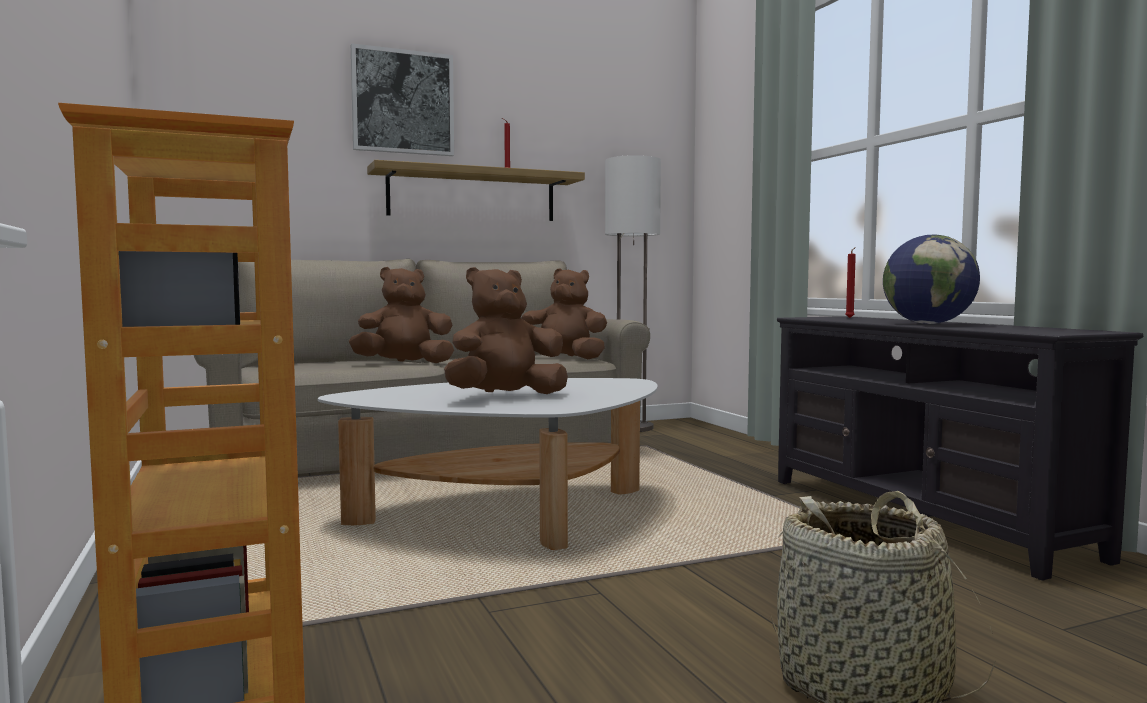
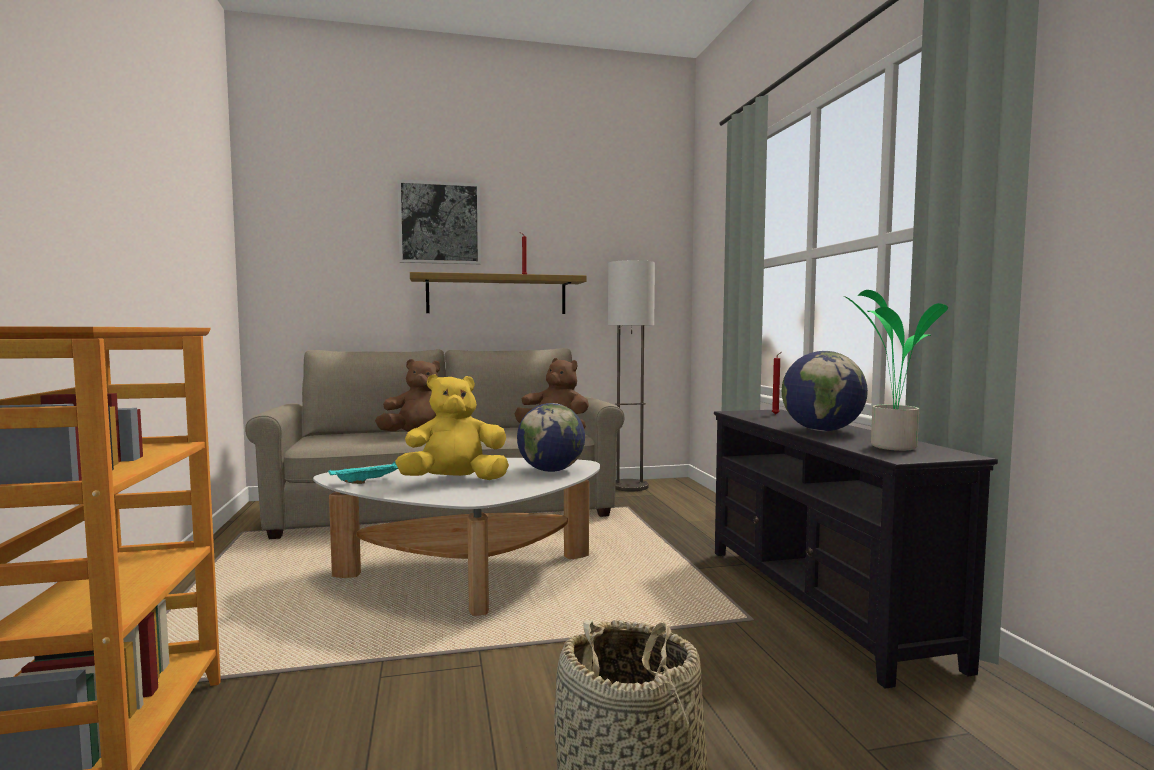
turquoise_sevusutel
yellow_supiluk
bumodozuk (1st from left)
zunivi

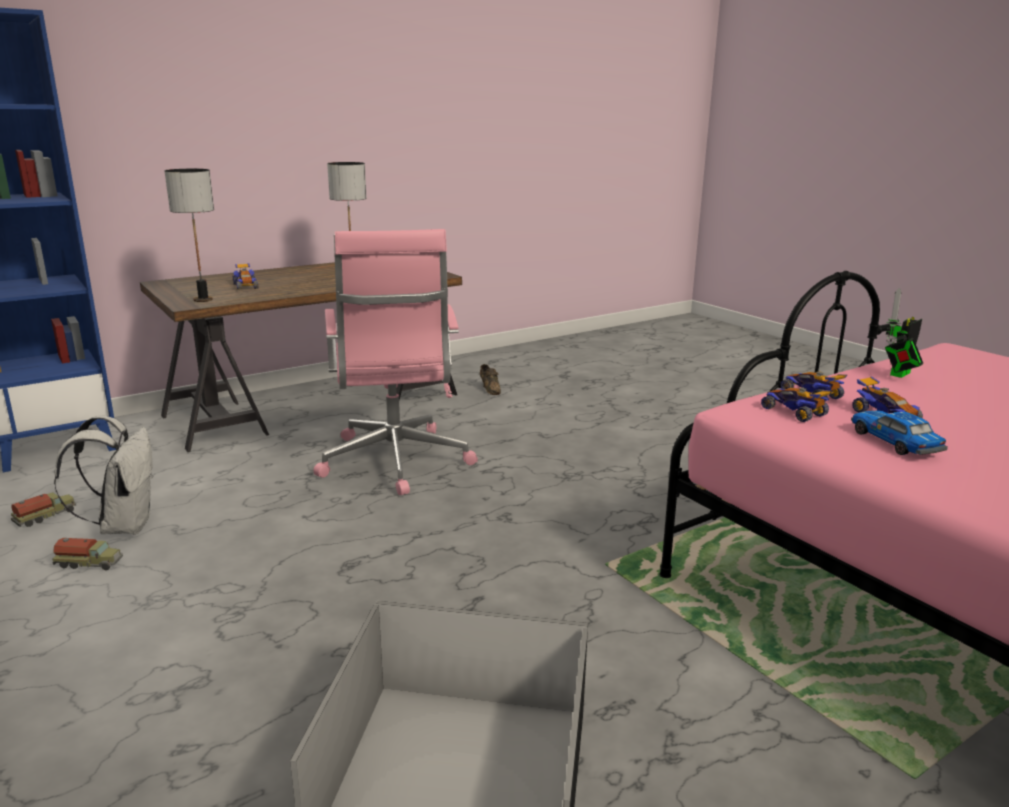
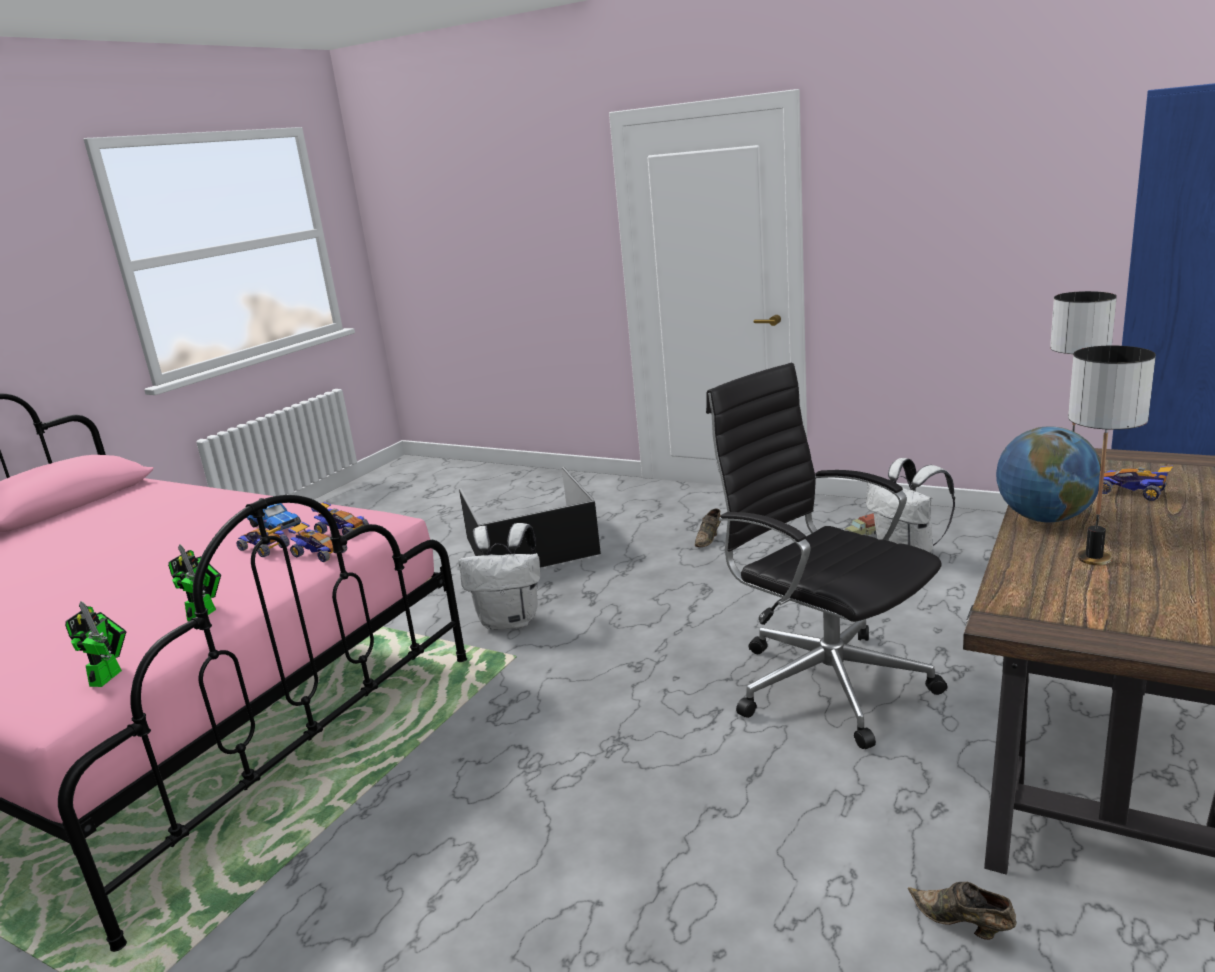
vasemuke (1st from left)
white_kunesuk (1st from left)
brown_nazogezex (1st from left)
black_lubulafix
bumodozuk
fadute (1st from left in the first image)

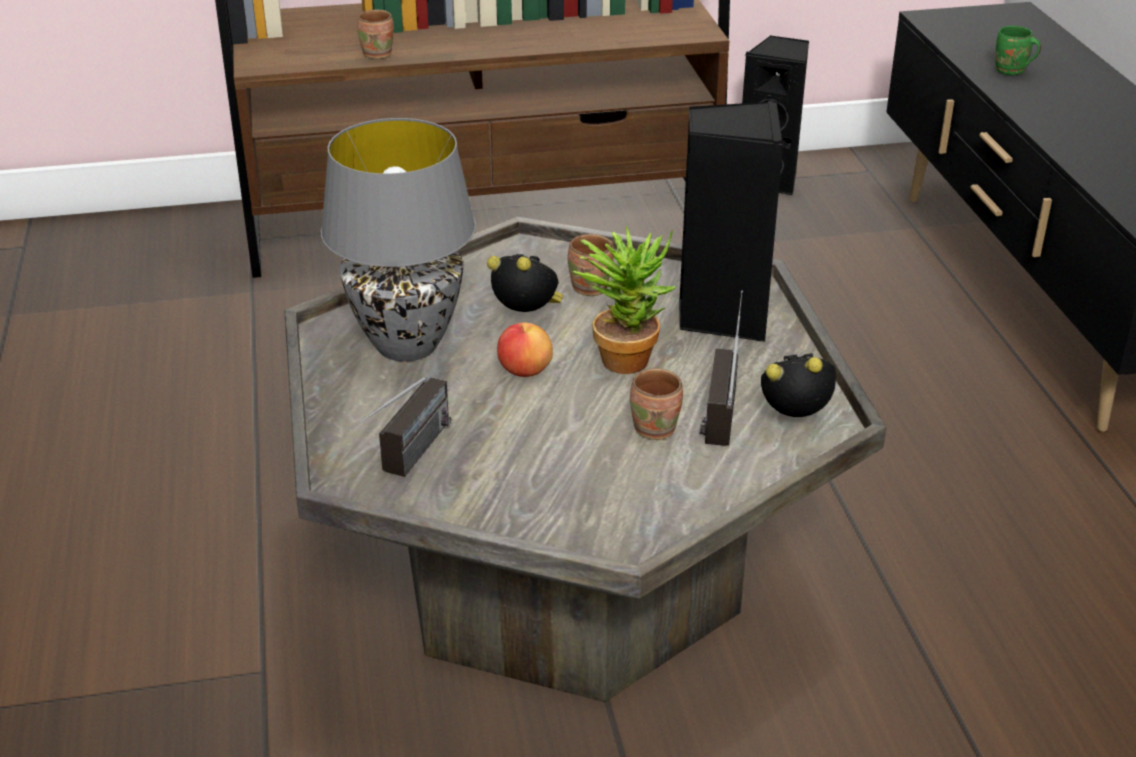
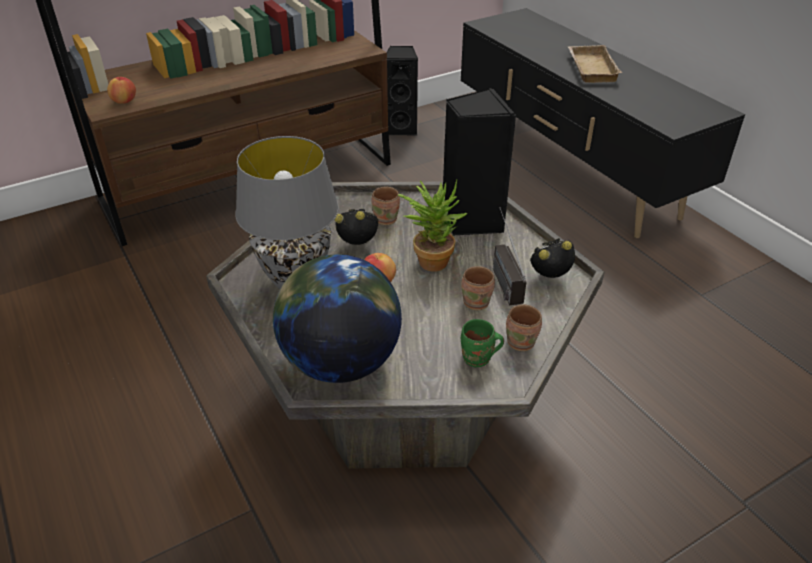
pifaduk (1st from left)
bumodozuk
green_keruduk
brown_keruduk (3rd from left)
beige_sevusutel

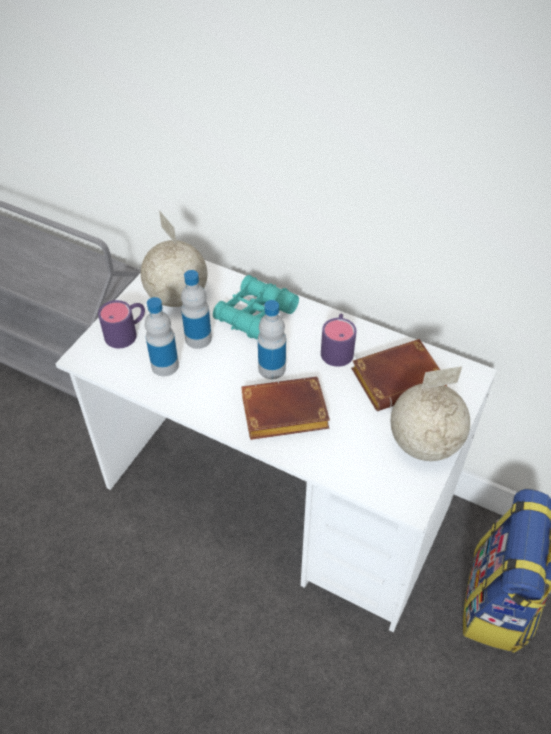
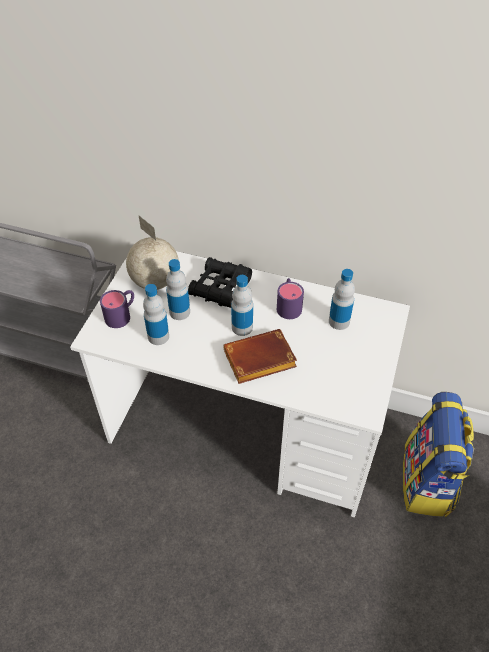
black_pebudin
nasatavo (4th from left)
bumodozuk (2nd from left in the first image)

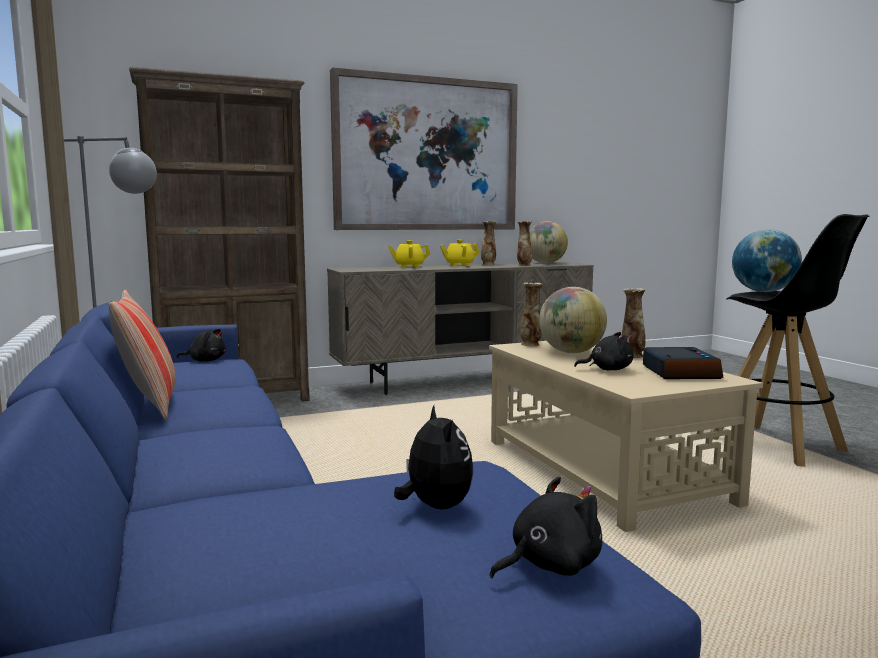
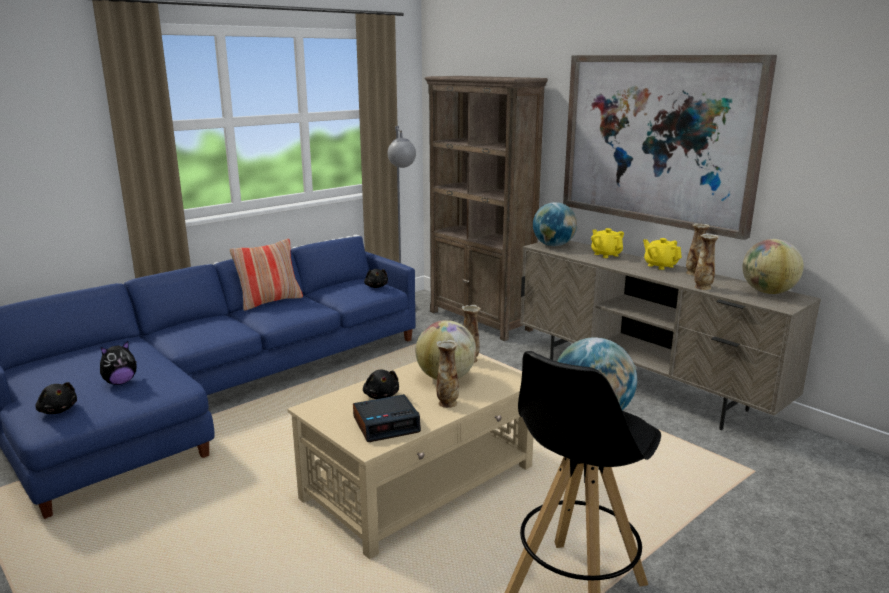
bumodozuk (2nd from left)

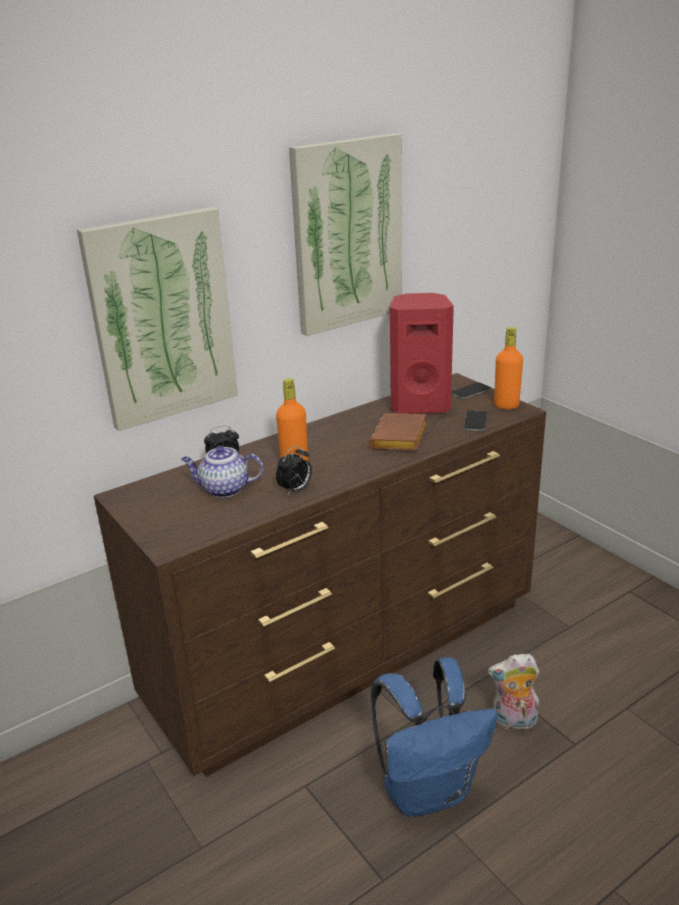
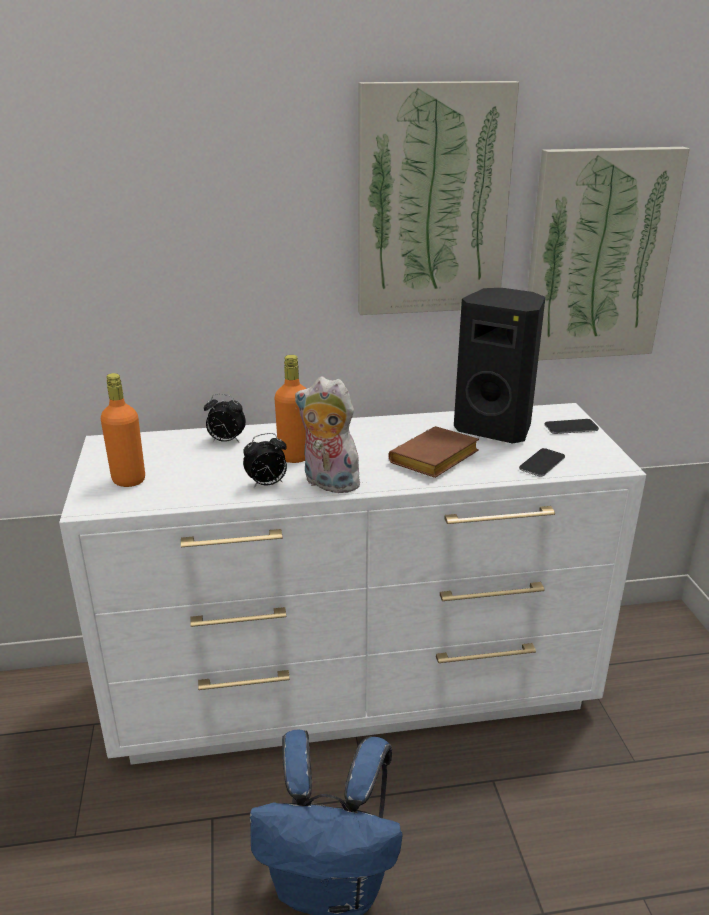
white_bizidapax
orange_nasatavo (1st from left)
supiluk
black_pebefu
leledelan (2nd from left)
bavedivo

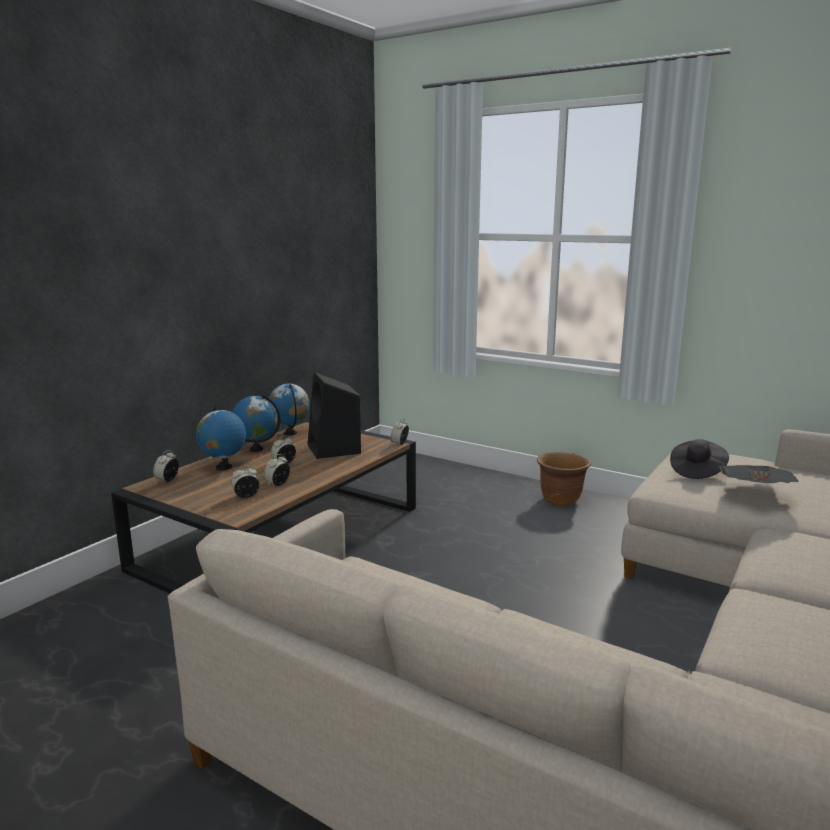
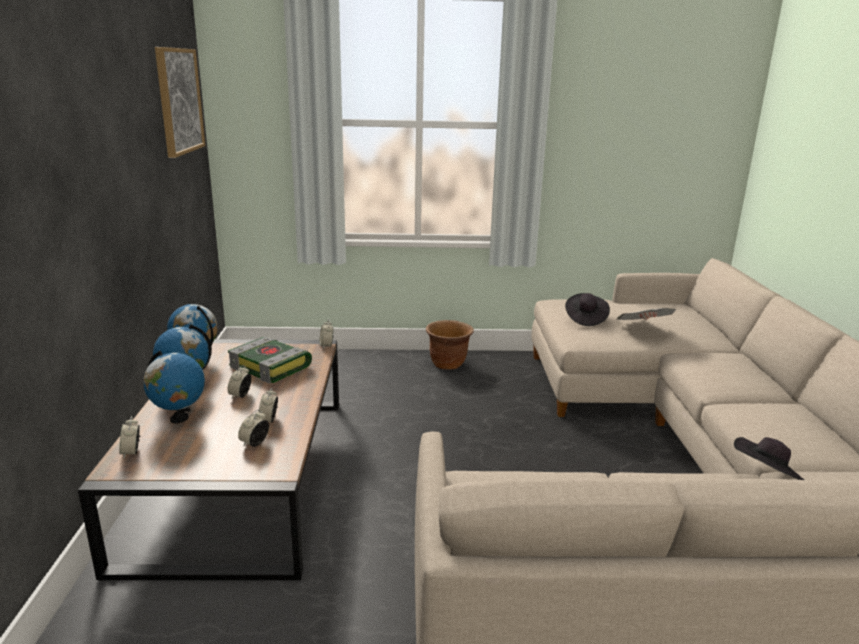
leledelan
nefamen
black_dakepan (2nd from left)

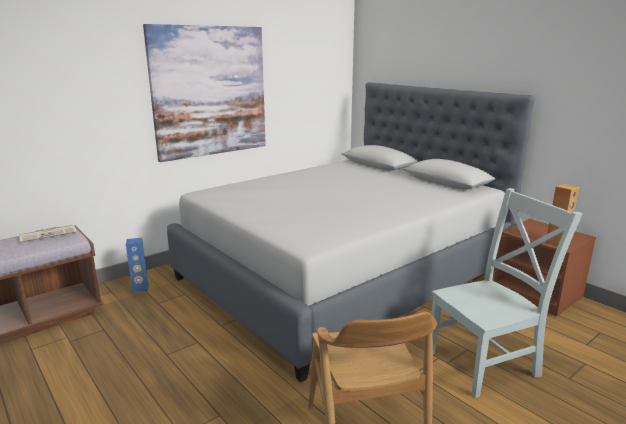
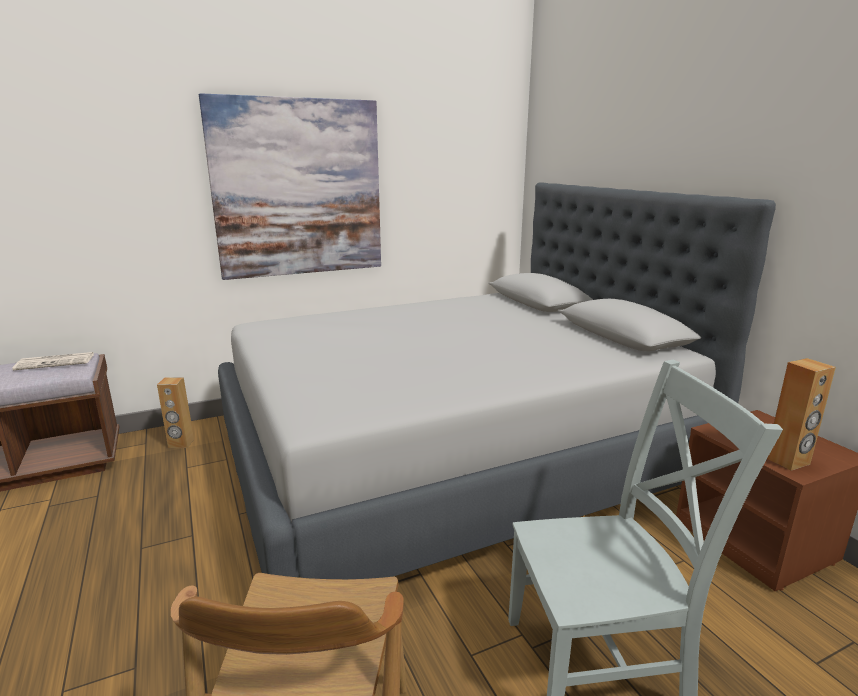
brown_pebefu (1st from left)

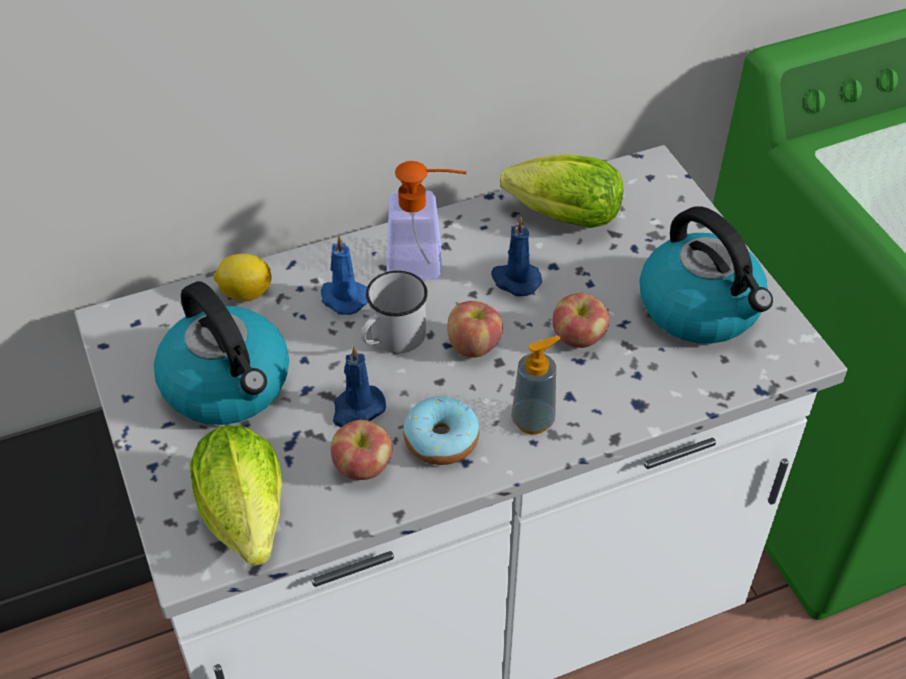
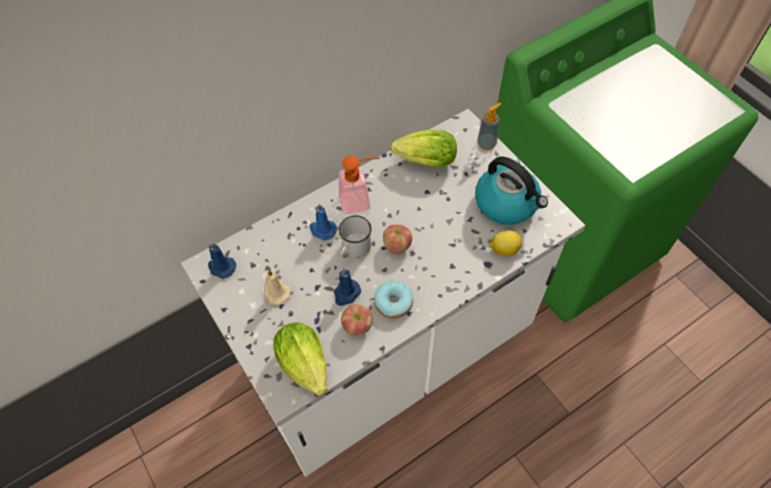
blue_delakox (1st from left)
beige_delakox
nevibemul (2nd from left)
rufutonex
pifaduk (3rd from left in the first image)

